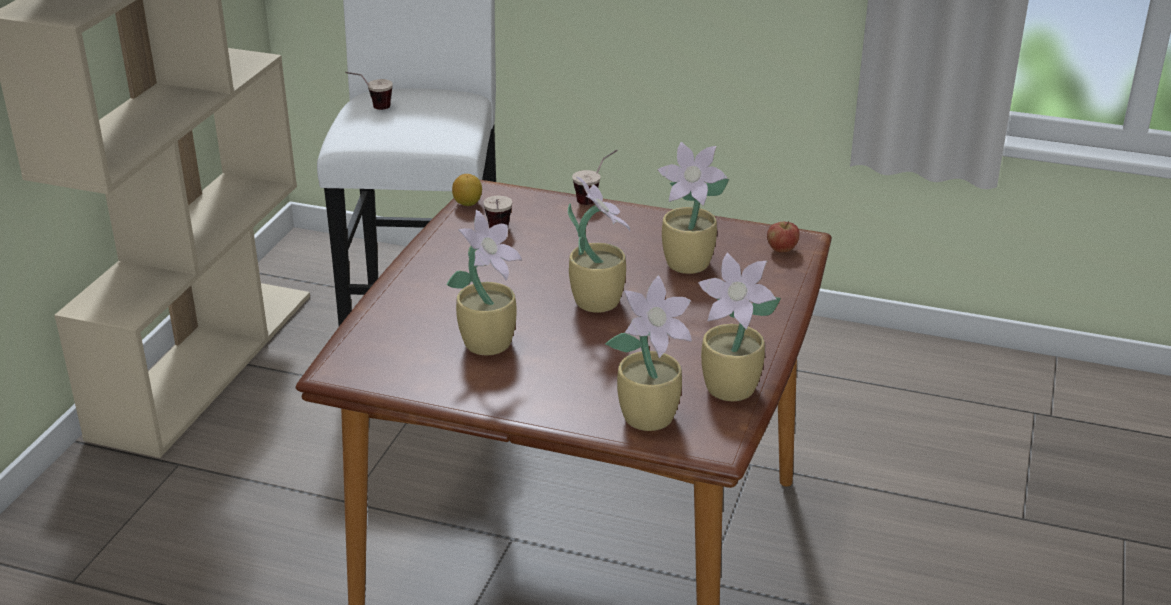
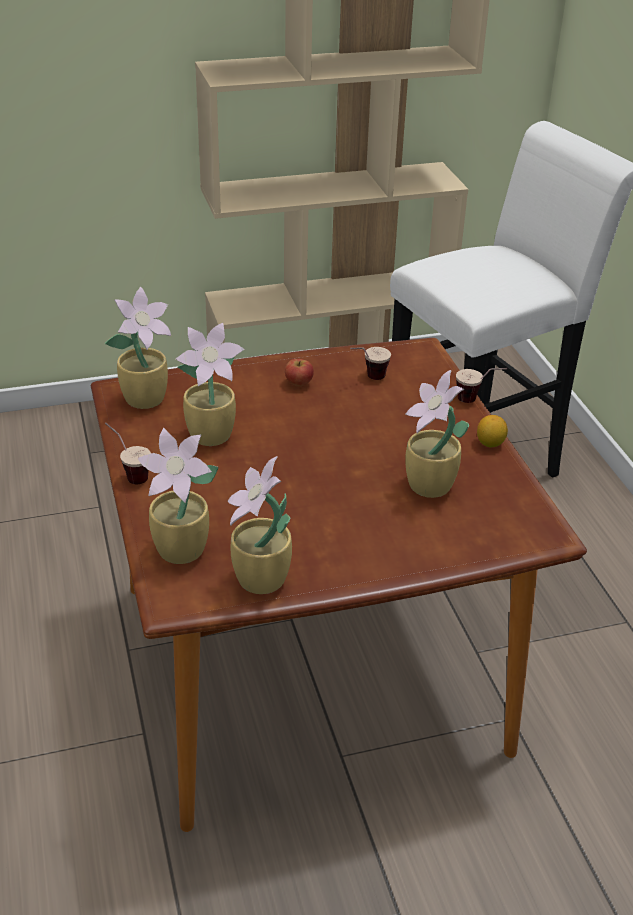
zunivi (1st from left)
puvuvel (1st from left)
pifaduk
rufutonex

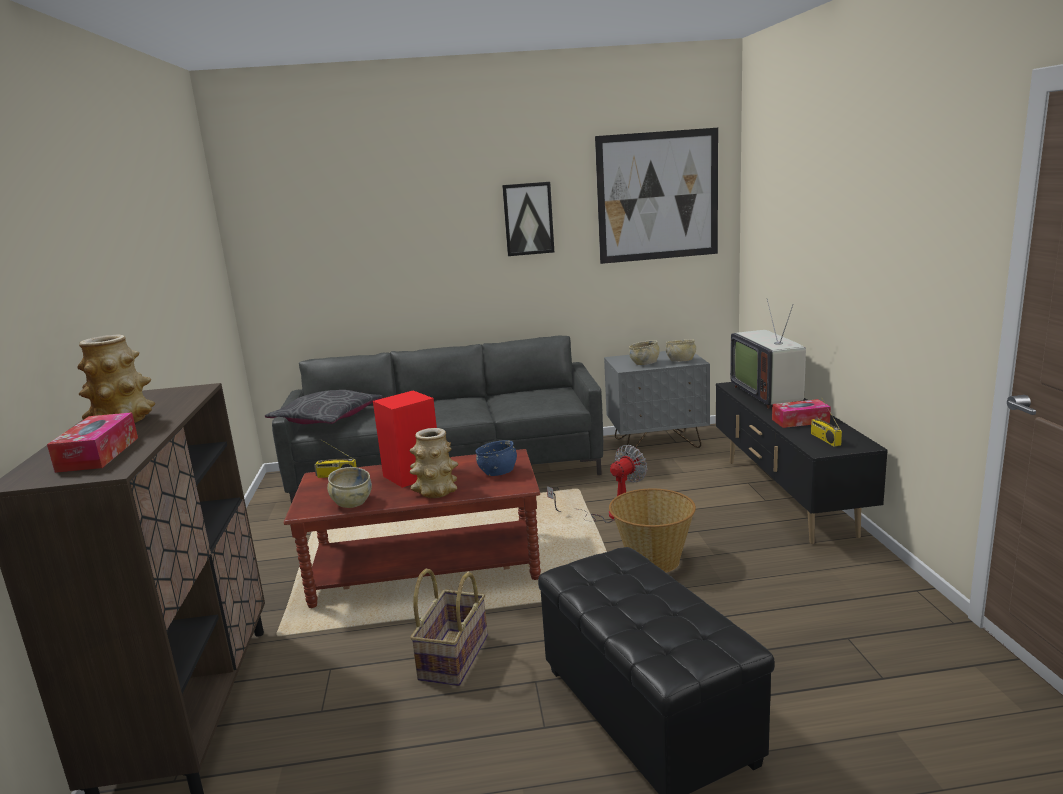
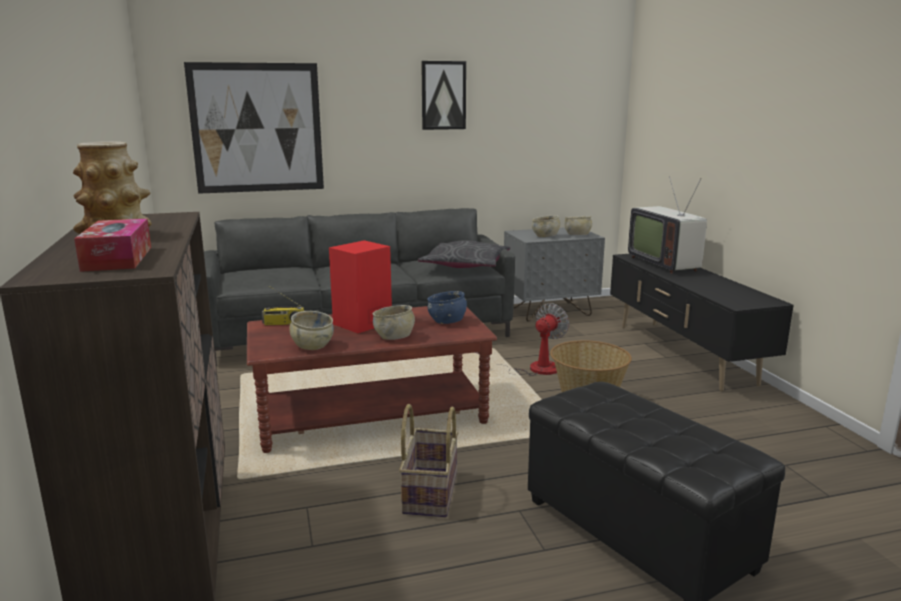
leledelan (1st from left)
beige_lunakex (2nd from left)
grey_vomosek
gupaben (2nd from left in the first image)
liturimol (2nd from left in the first image)

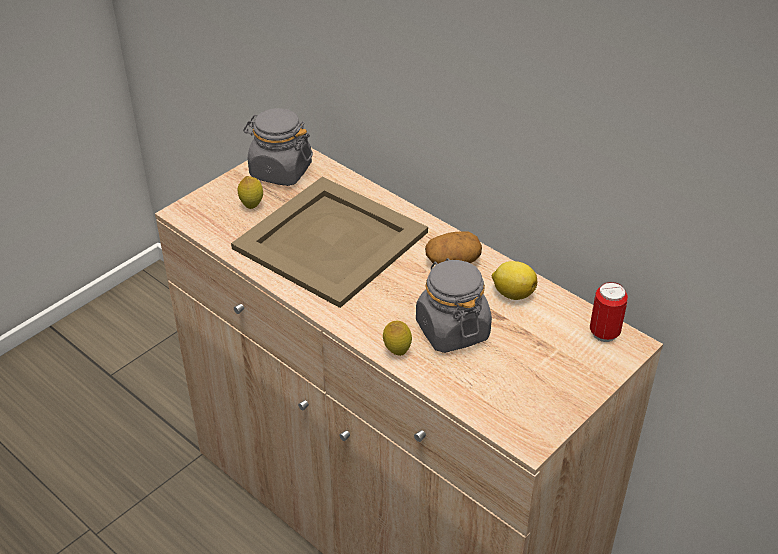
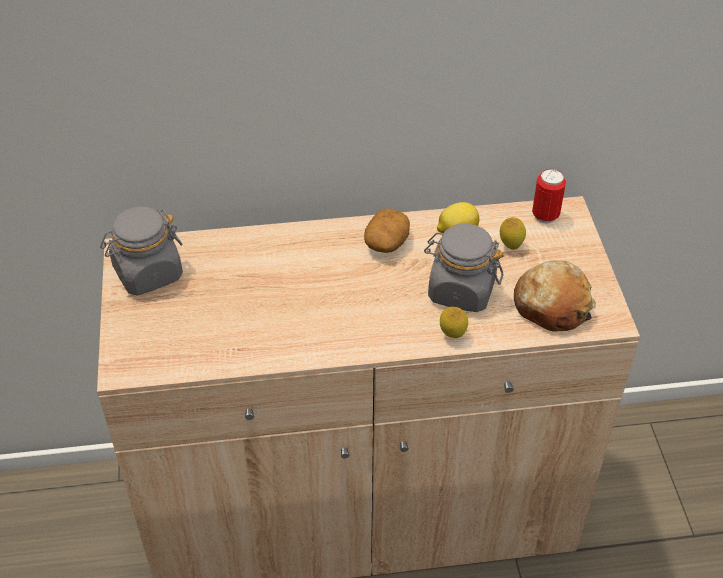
rufutonex (3rd from left)
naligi
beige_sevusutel

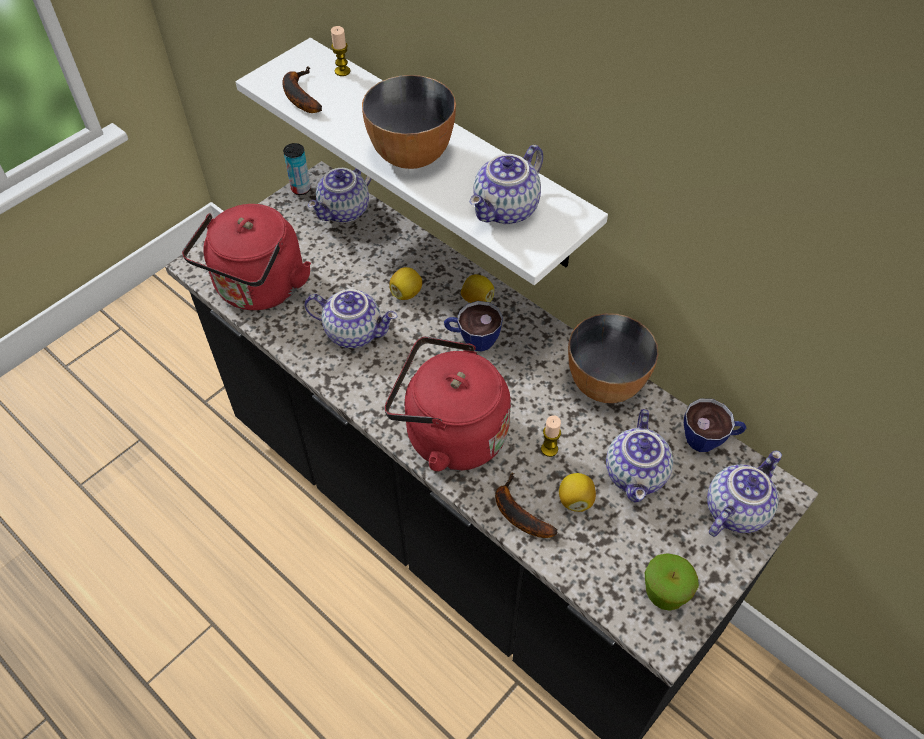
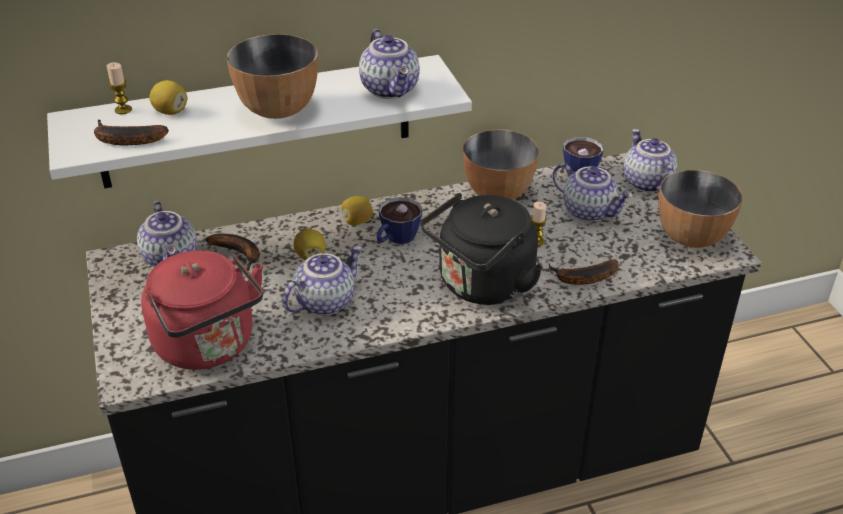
rufutonex (1st from left)
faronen (2nd from left)
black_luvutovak
lunakex (3rd from left)
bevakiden

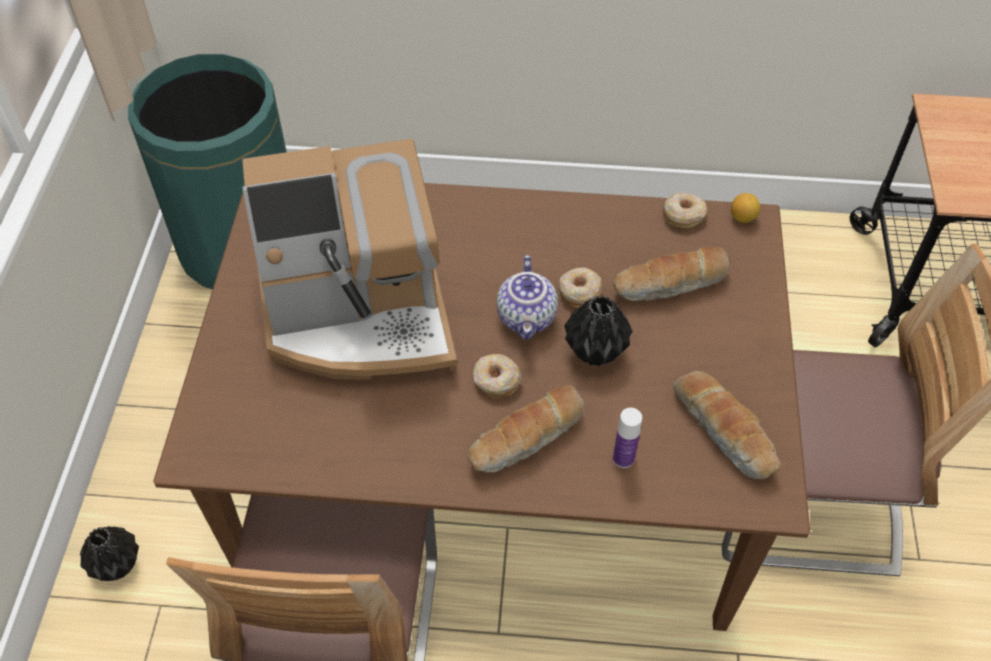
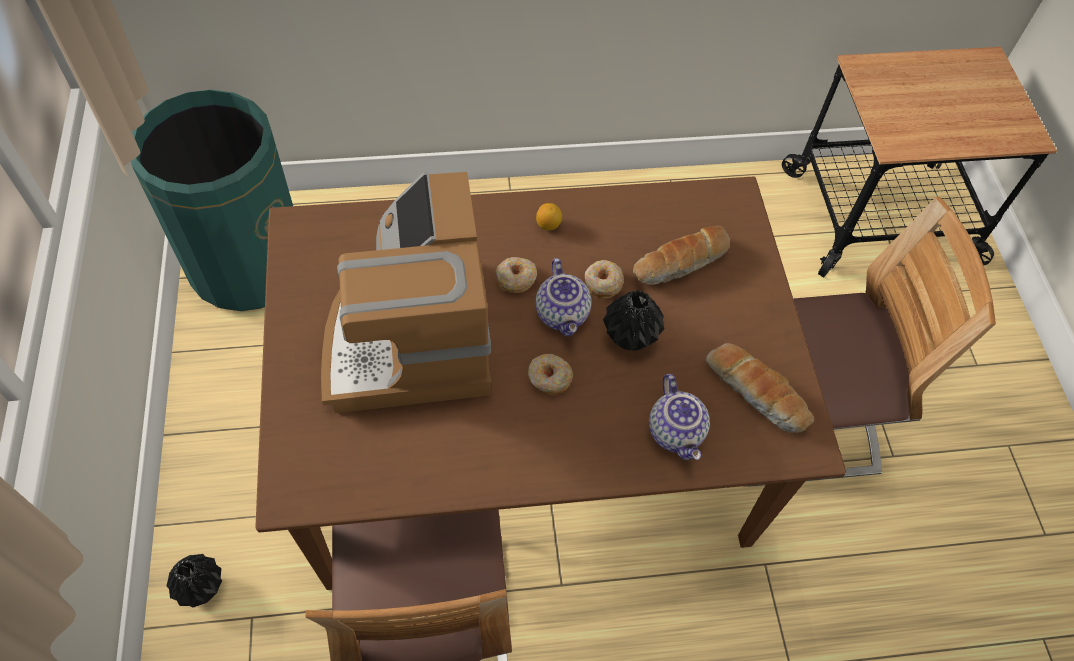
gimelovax
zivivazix (1st from left)
rufutonex
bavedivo (2nd from left)
naligi (1st from left in the first image)

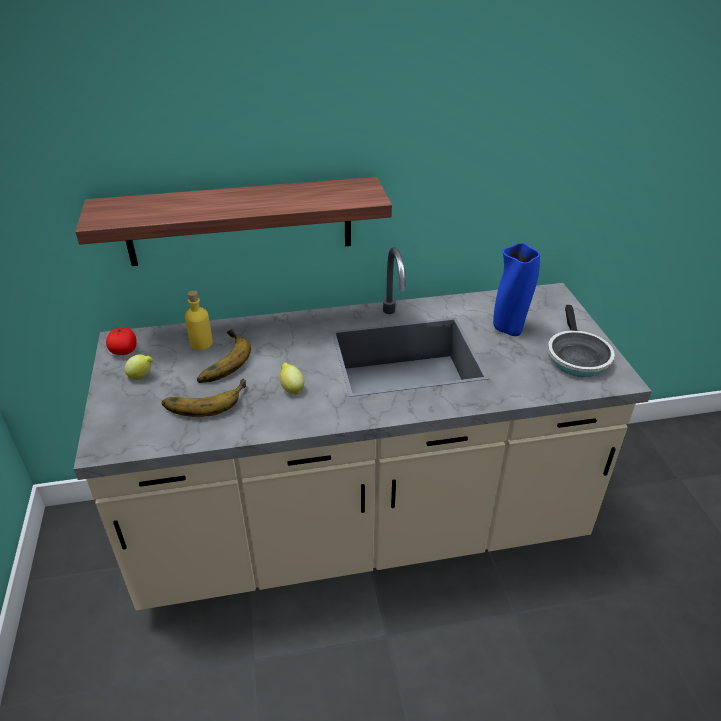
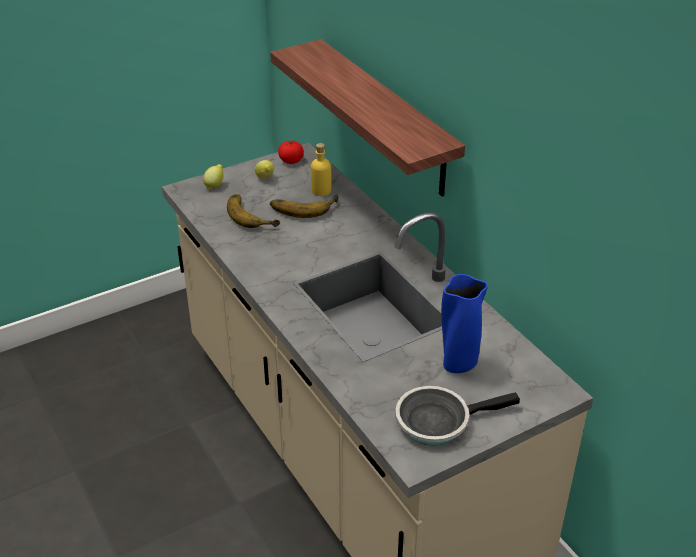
rufutonex (1st from left)

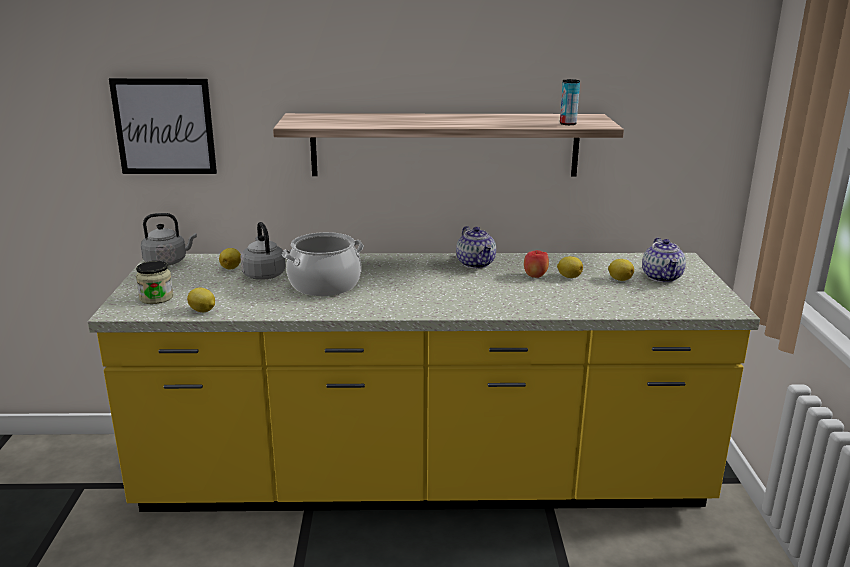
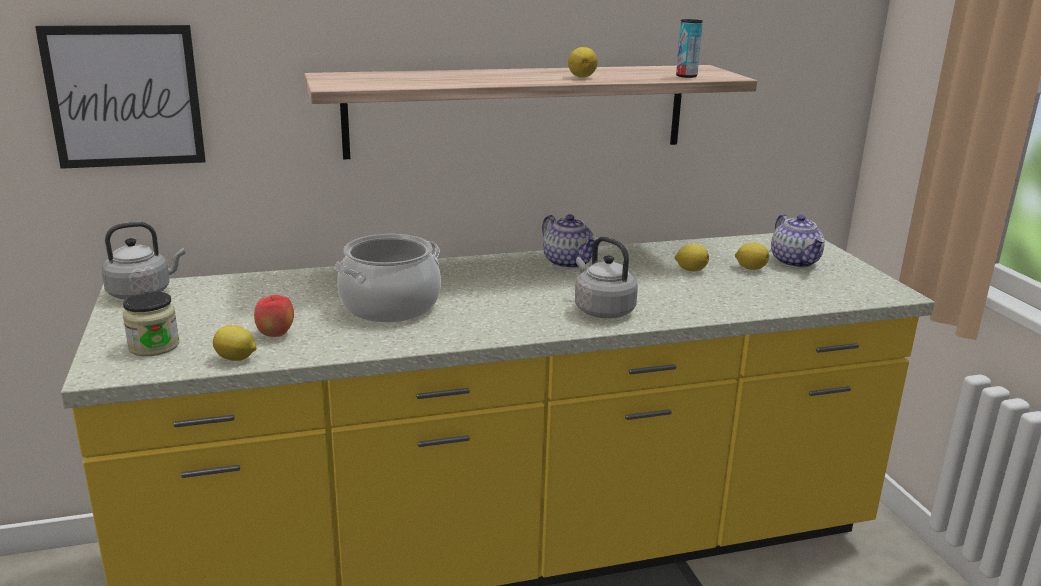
pifaduk
rufutonex (2nd from left)
grey_luvutovak (2nd from left)

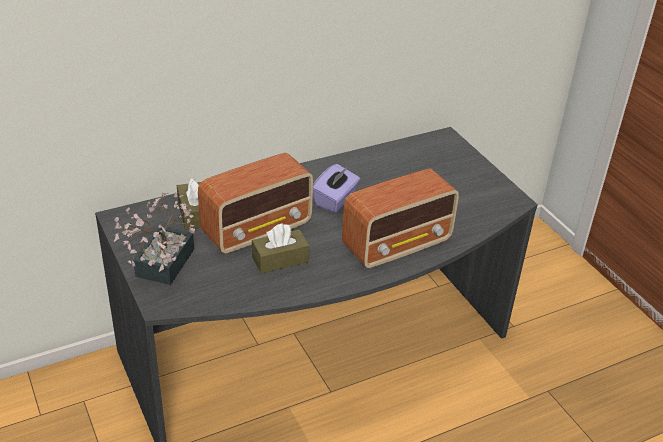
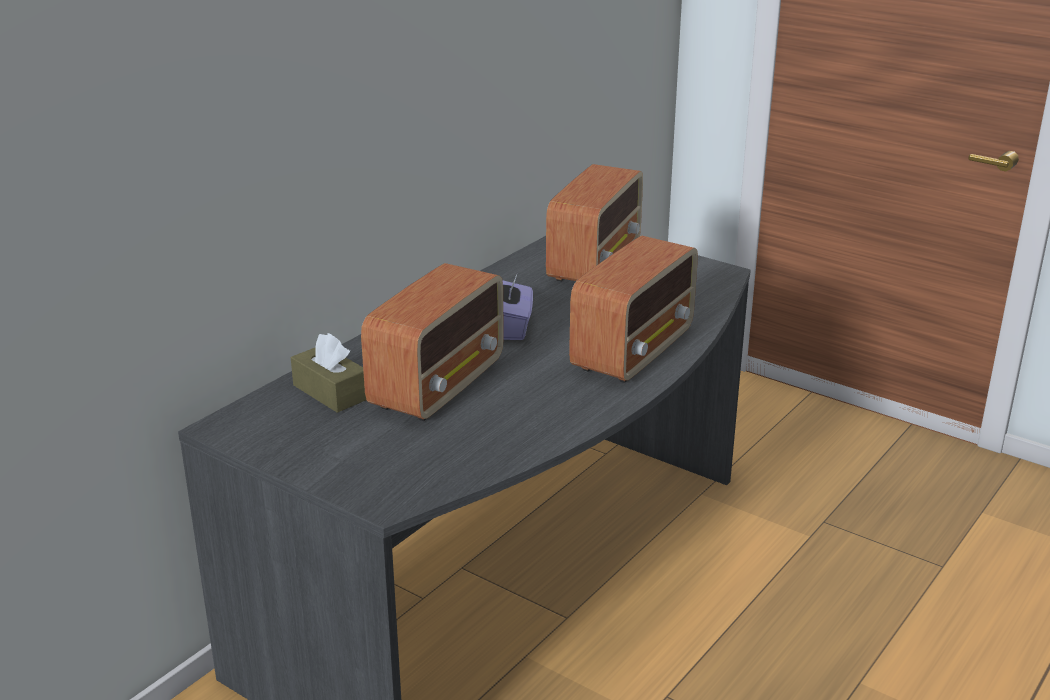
liturimol (2nd from left)
zunivi
brown_gupaben (2nd from left in the first image)

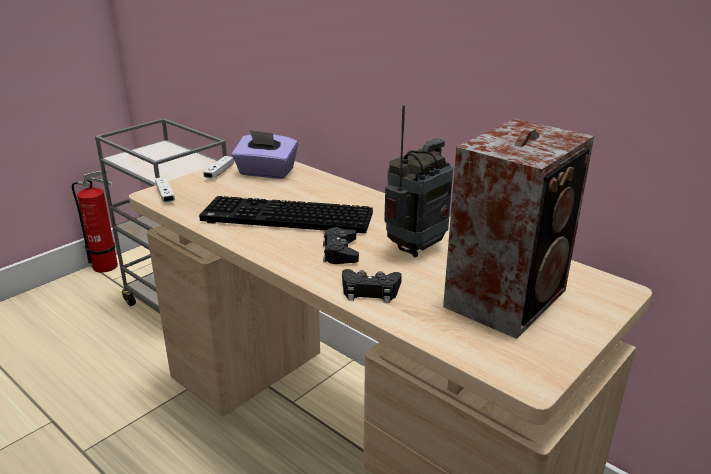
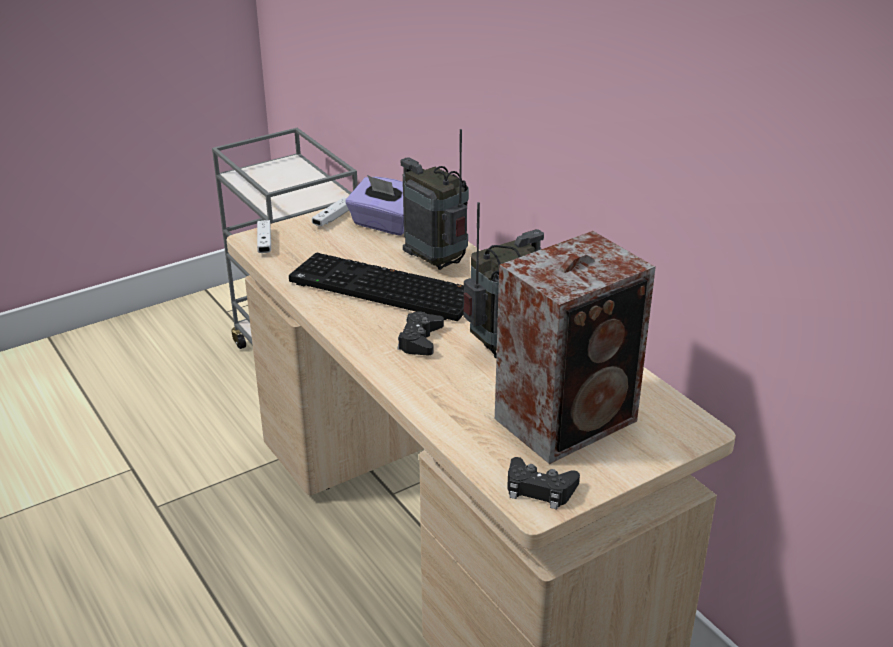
liturimol (1st from left)
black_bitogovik (2nd from left)
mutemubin

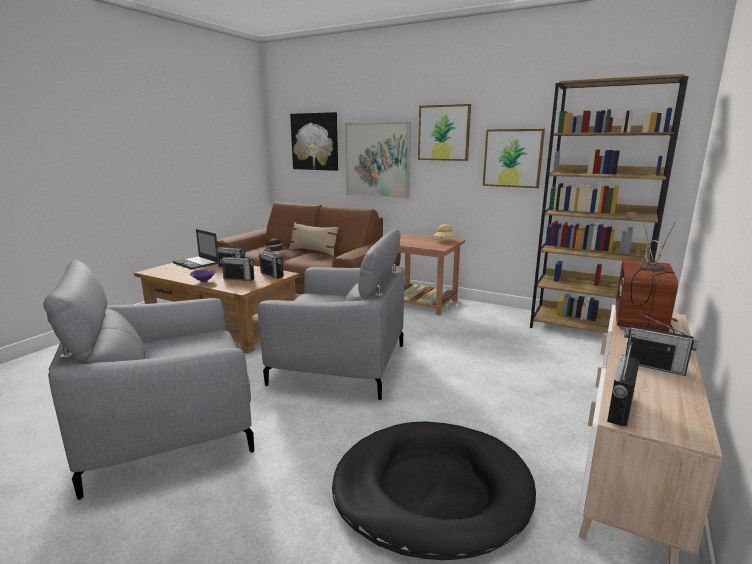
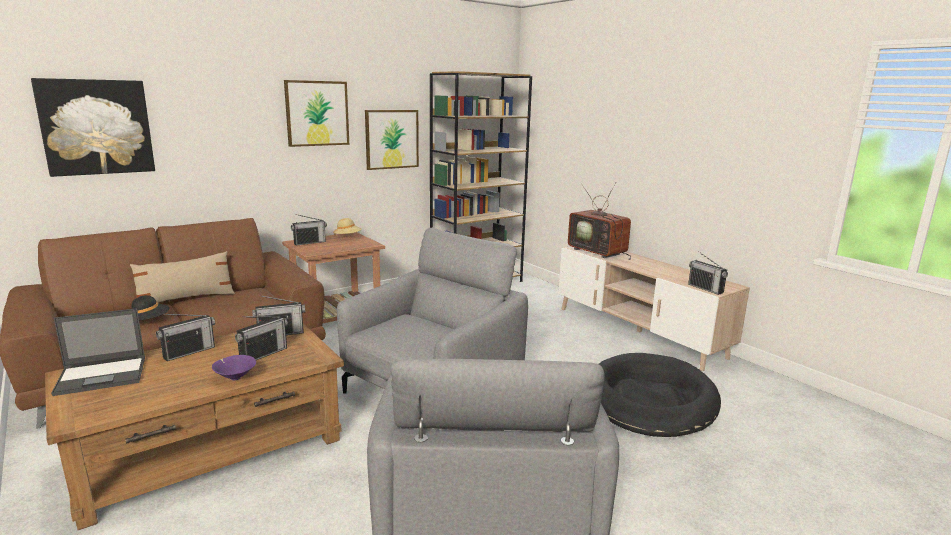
liturimol (4th from left)
leledelan (2nd from left in the first image)

